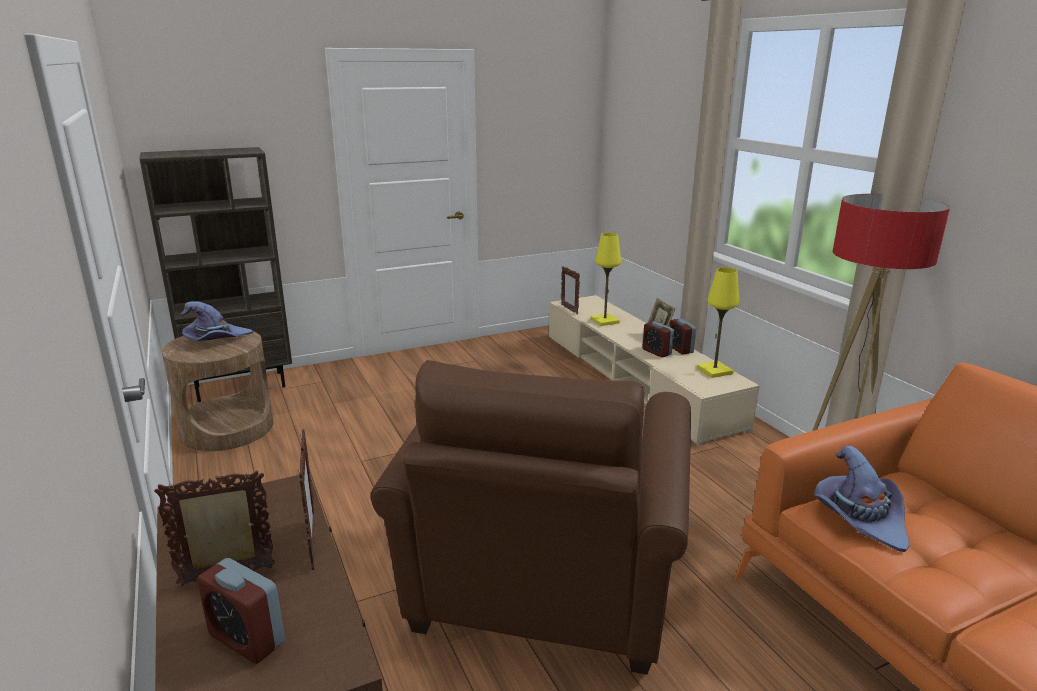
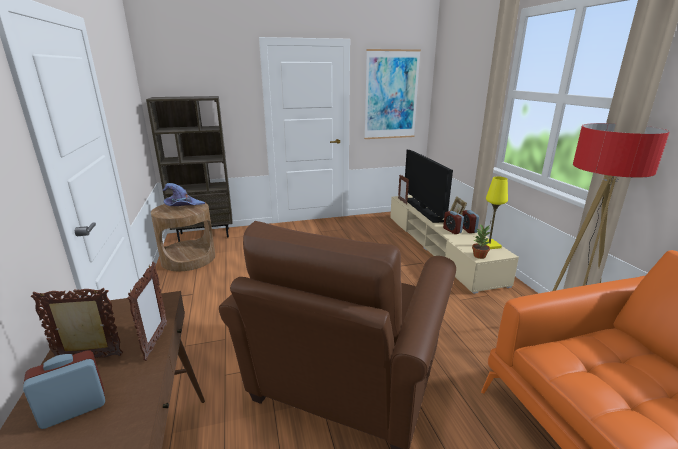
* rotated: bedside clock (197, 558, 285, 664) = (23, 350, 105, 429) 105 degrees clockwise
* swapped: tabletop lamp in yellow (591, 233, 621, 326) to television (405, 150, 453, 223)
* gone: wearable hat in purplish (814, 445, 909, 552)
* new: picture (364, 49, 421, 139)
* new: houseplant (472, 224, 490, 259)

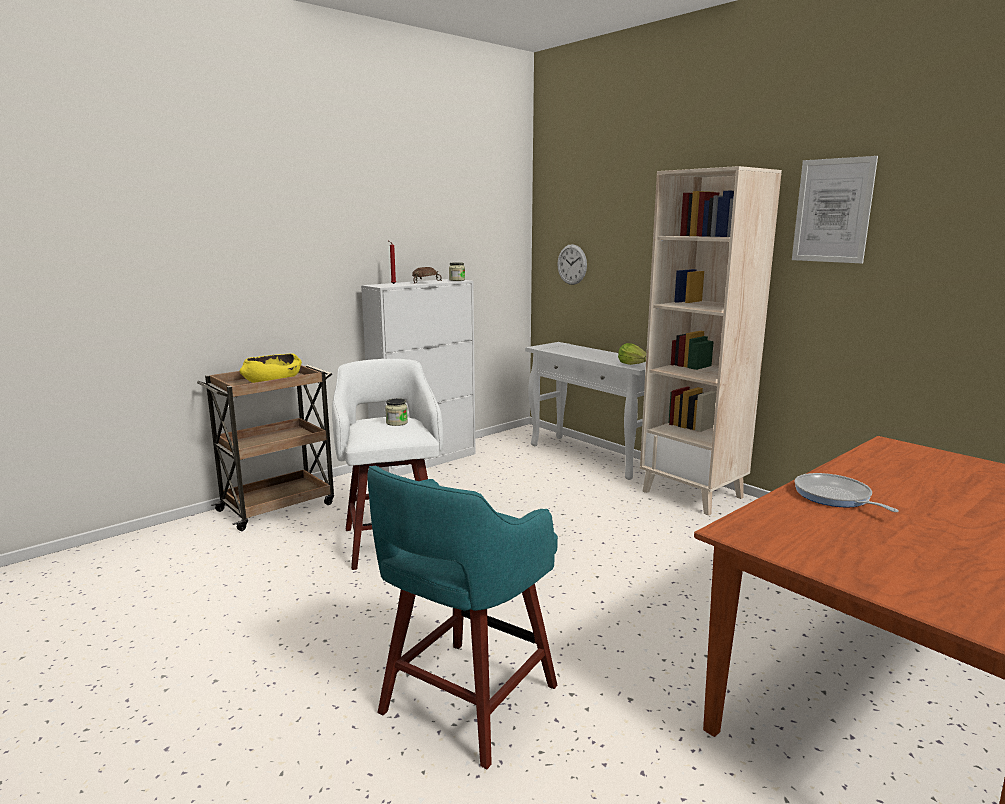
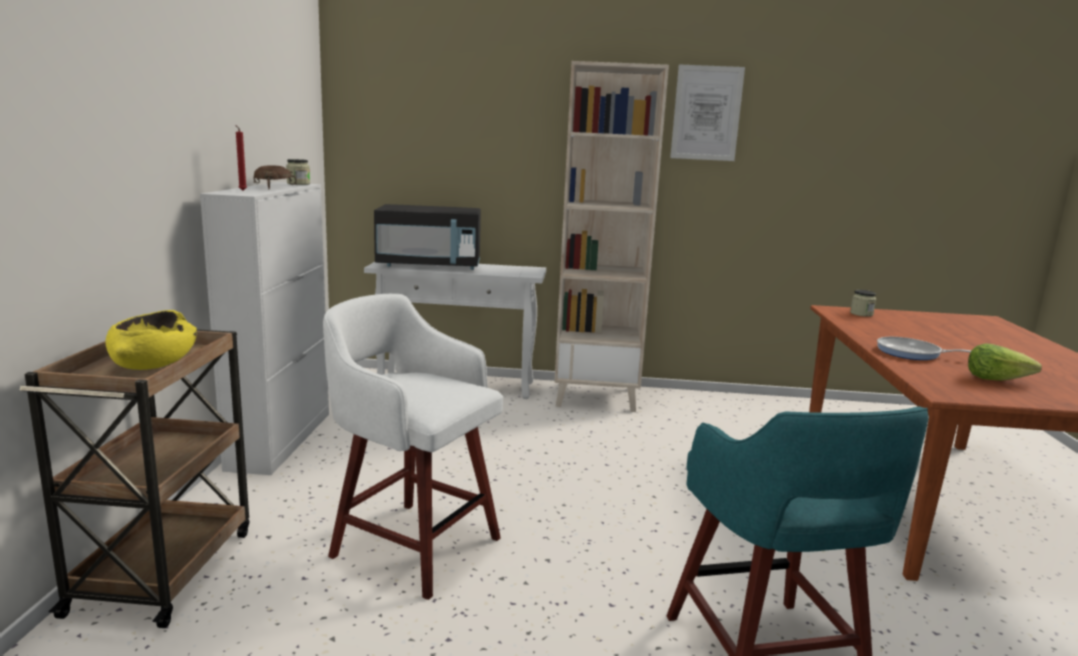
* shifted: preserve jar (385, 398, 408, 426) to (850, 290, 876, 317)
* gone: clock on the wall (557, 244, 587, 285)
* shifted: lettuce head (618, 343, 646, 365) to (968, 343, 1042, 381)
* new: microwave oven in blackish (374, 204, 481, 270)

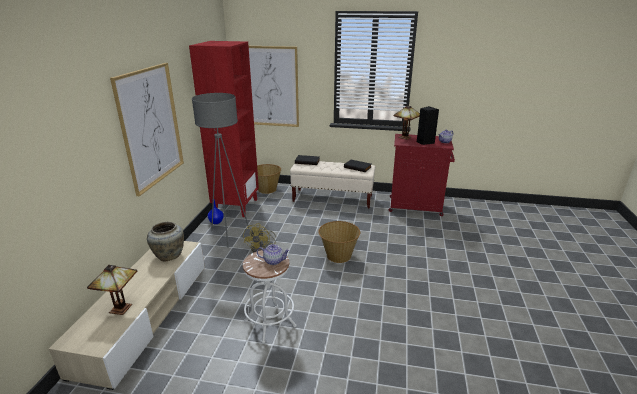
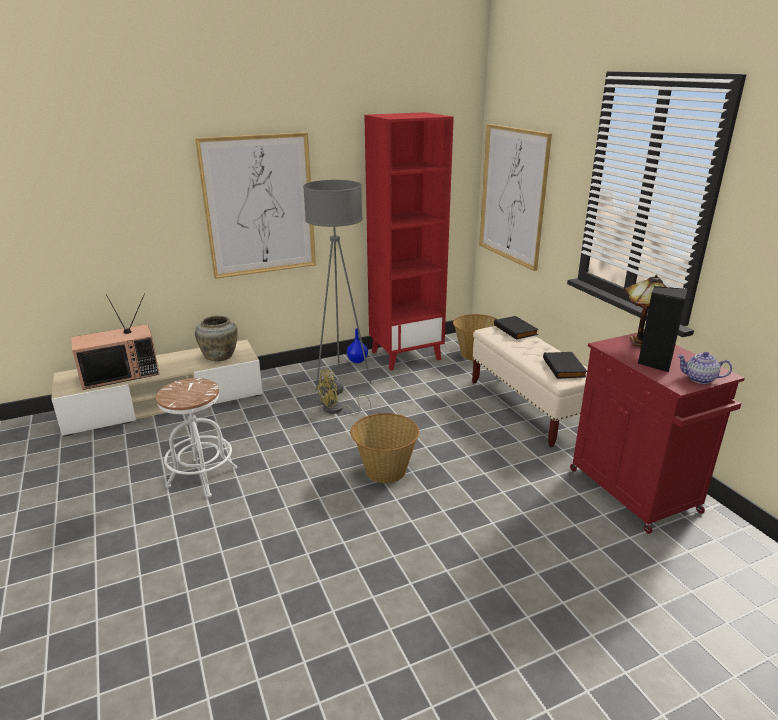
* swapped: tabletop lamp (87, 265, 138, 315) to television (71, 293, 159, 390)
* gone: teapot (257, 244, 290, 265)

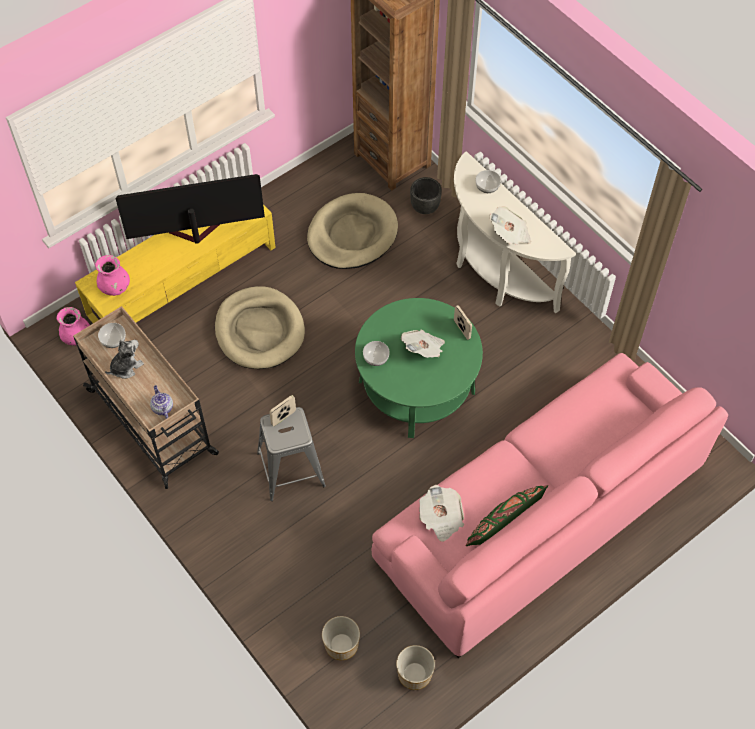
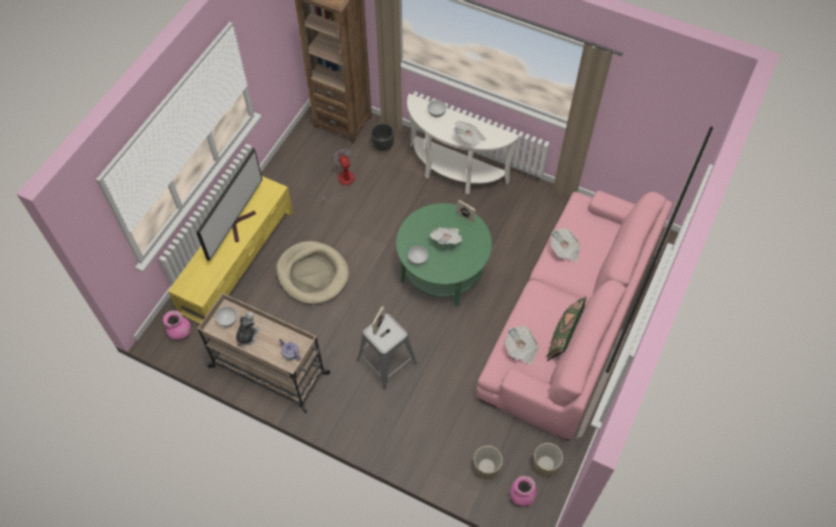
* shifted: decorative vase in pink-coloured (95, 255, 130, 296) to (510, 476, 537, 506)
* rotated: television (115, 174, 265, 244) = (196, 147, 262, 261) 150 degrees clockwise
* swapped: dog cushion in sand-coloured (307, 193, 398, 269) to fan (322, 149, 355, 201)
* new: daily paper (551, 228, 581, 262)

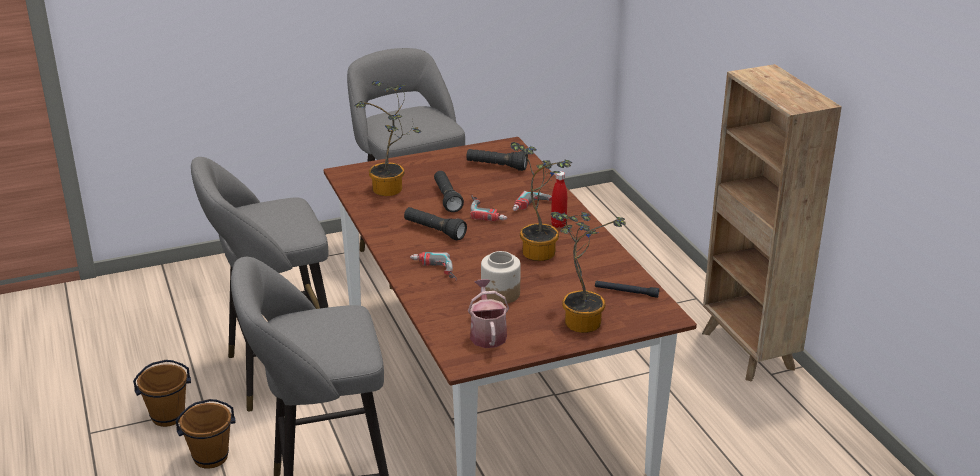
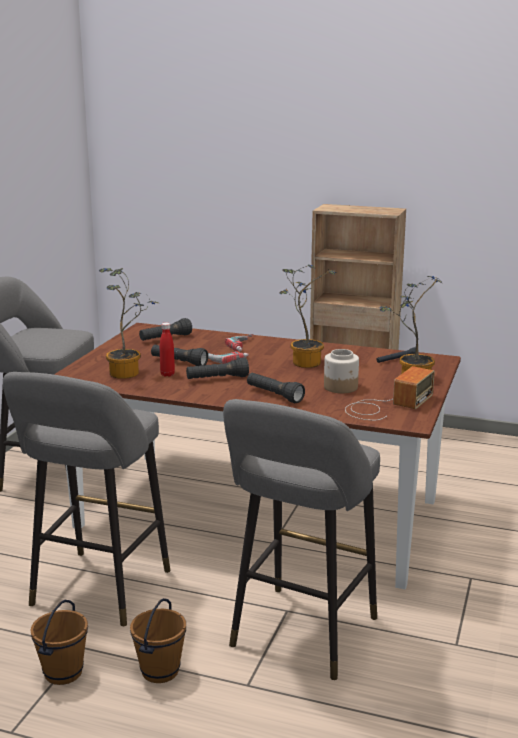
* swapped: drill (410, 252, 457, 281) to hand torch in blackish (247, 373, 305, 403)
* swapped: sprinkling can (468, 279, 509, 348) to radio (345, 366, 435, 420)
* shifted: beverage bottle in red (551, 171, 567, 228) to (160, 323, 175, 377)

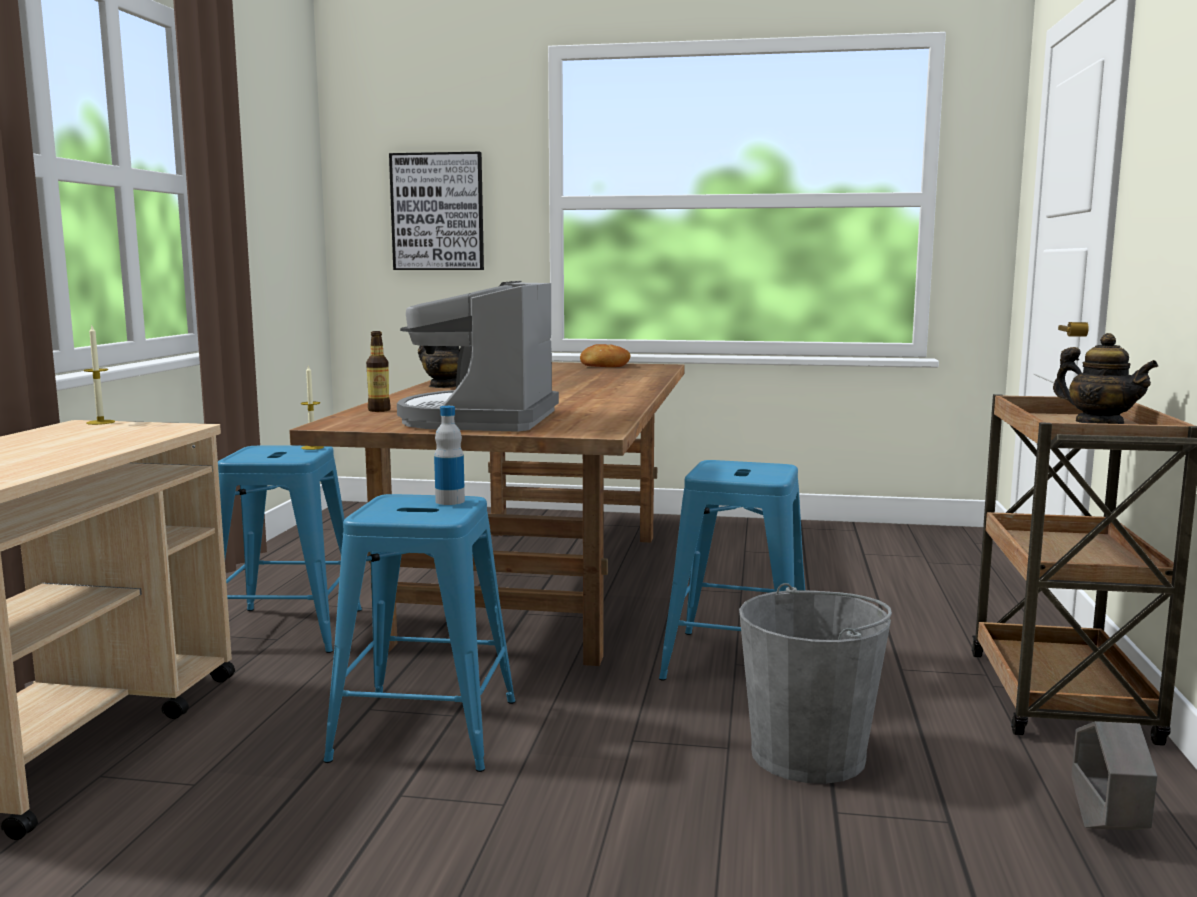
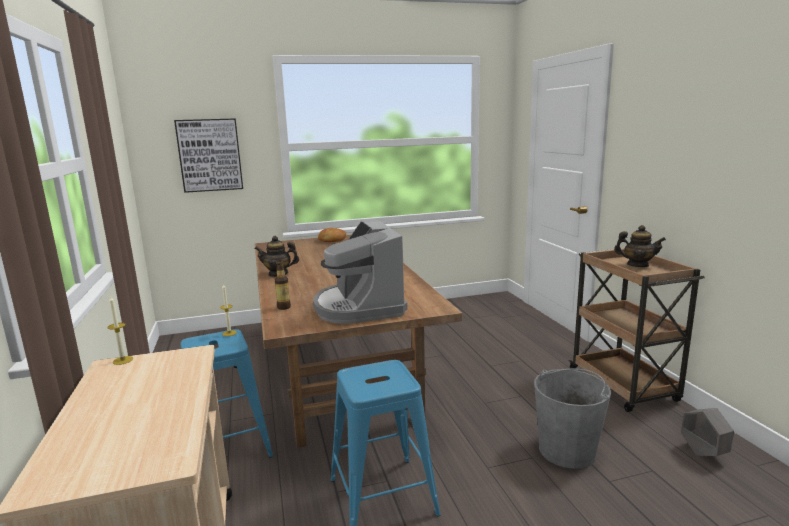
* gone: beverage bottle (434, 406, 465, 505)
* gone: stool seat in blue-coloured (659, 460, 805, 681)

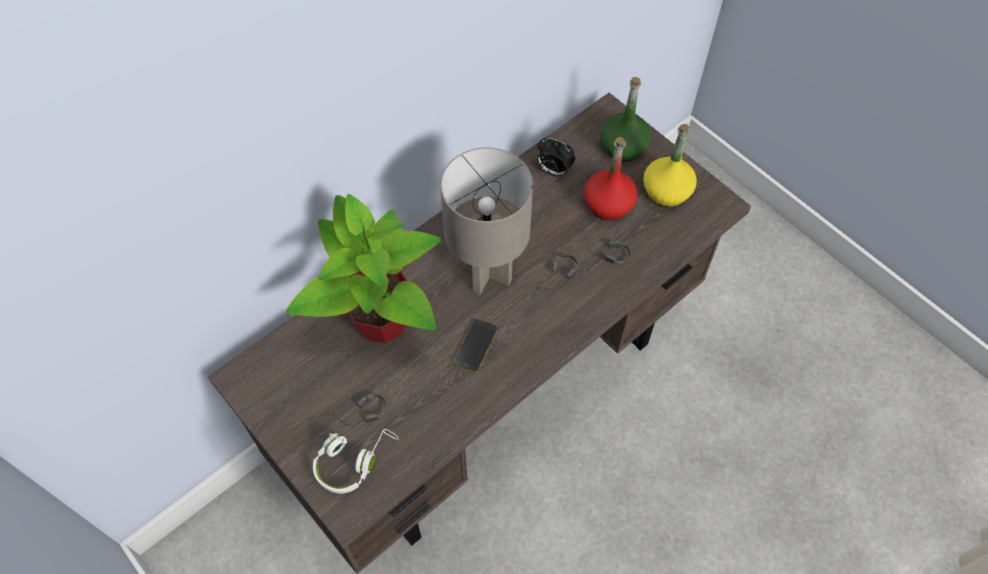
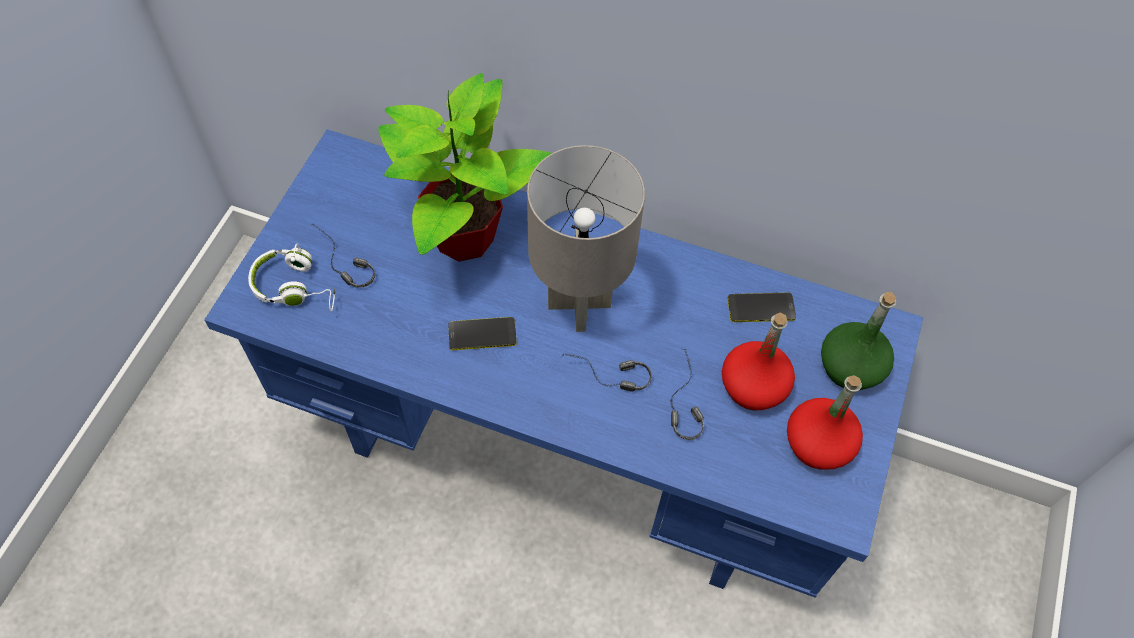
* repainted: desk in brown-coloured (207, 93, 751, 574) to desk in blue-coloured (204, 129, 923, 597)
* swapped: bedside clock (537, 138, 575, 176) to telephone (727, 293, 796, 322)
* repainted: beverage bottle in yellow (643, 124, 697, 207) to beverage bottle in red (787, 375, 863, 470)

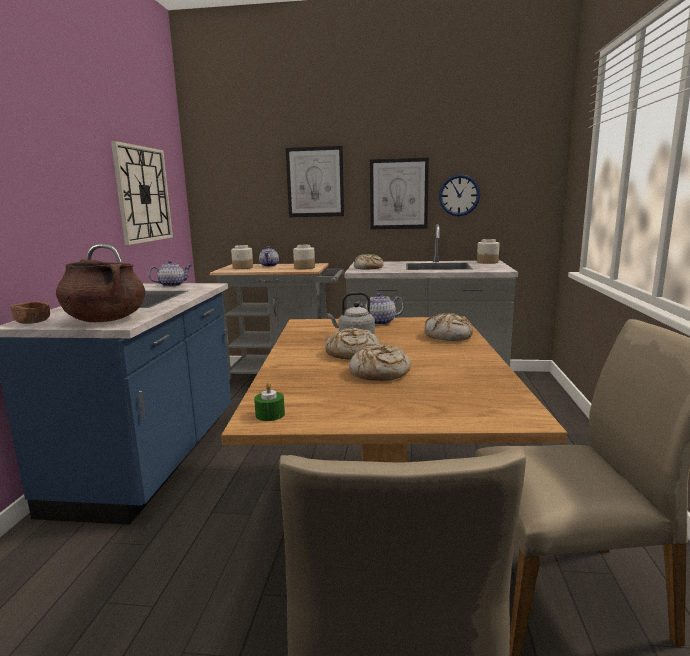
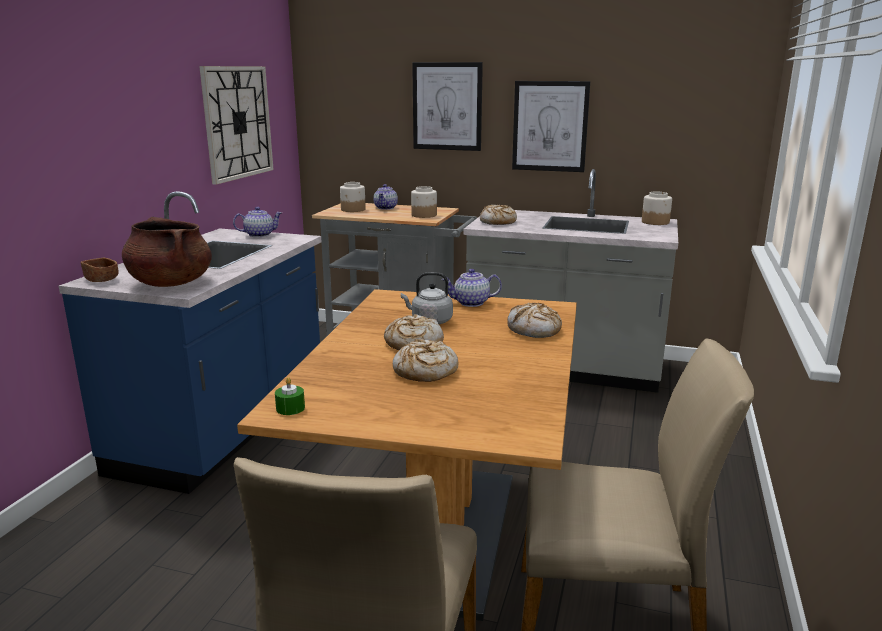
* gone: clock on the wall (439, 174, 480, 216)

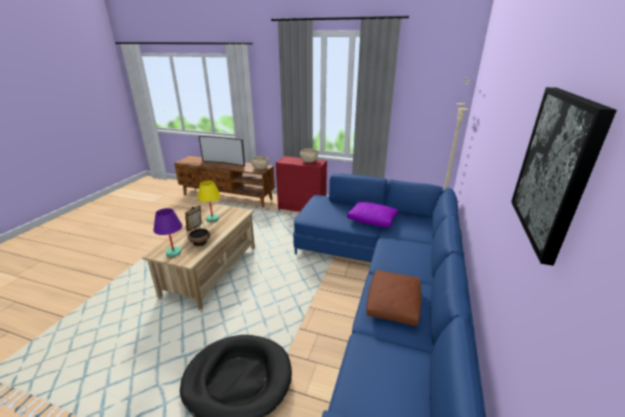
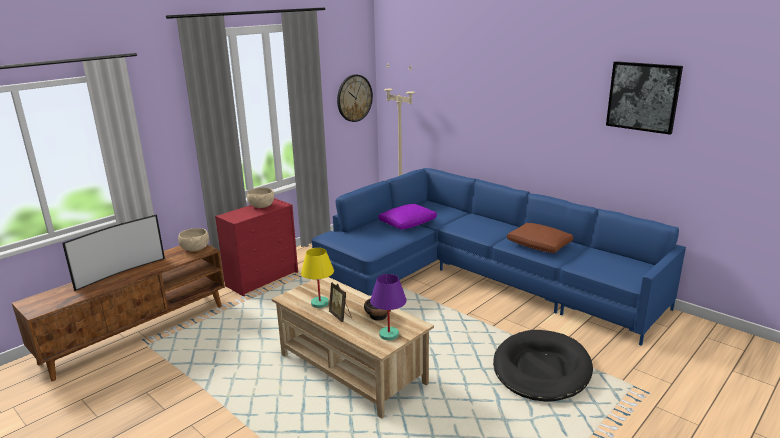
* new: clock on the wall (337, 74, 373, 122)

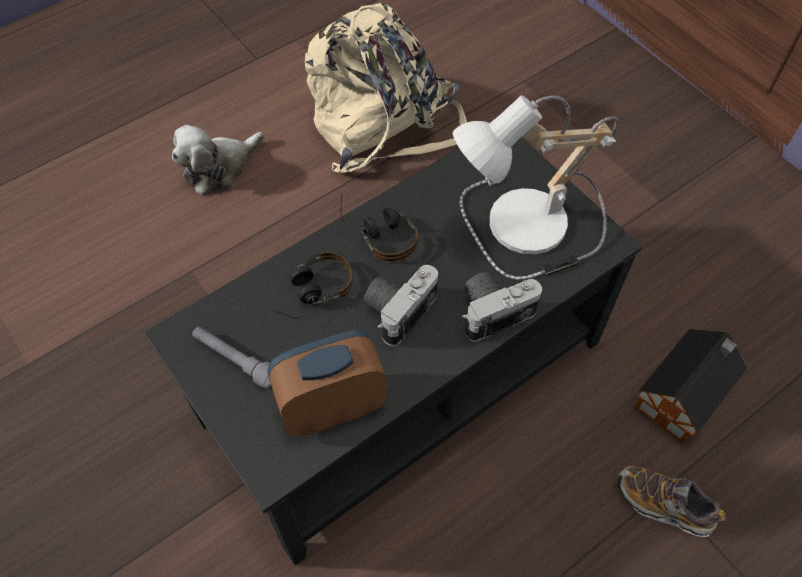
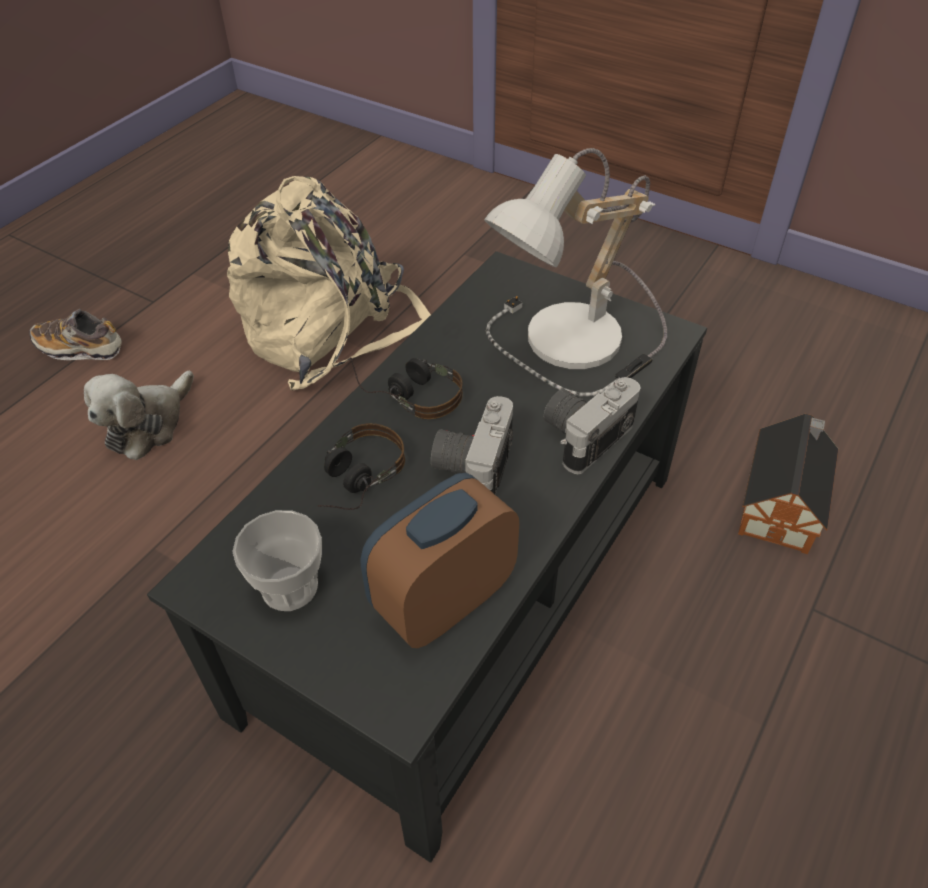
* swapped: hand torch in grey (192, 326, 271, 389) to cup (232, 510, 322, 611)
* shifted: shoe (618, 466, 726, 537) to (29, 309, 122, 360)

